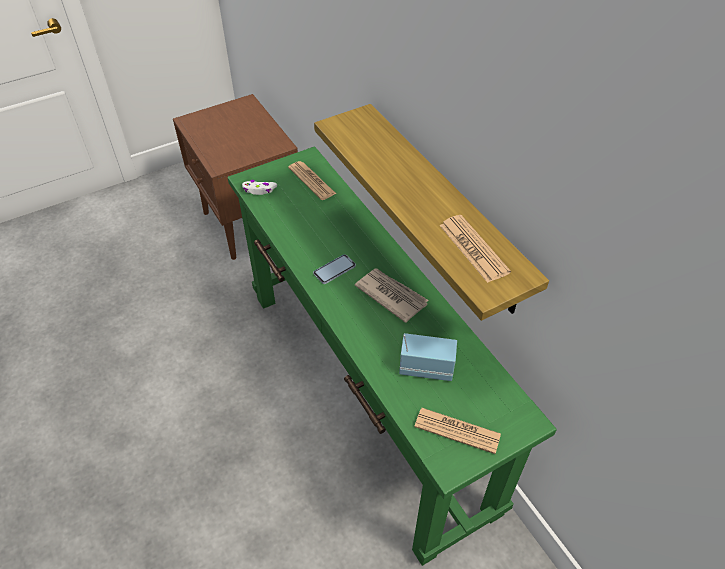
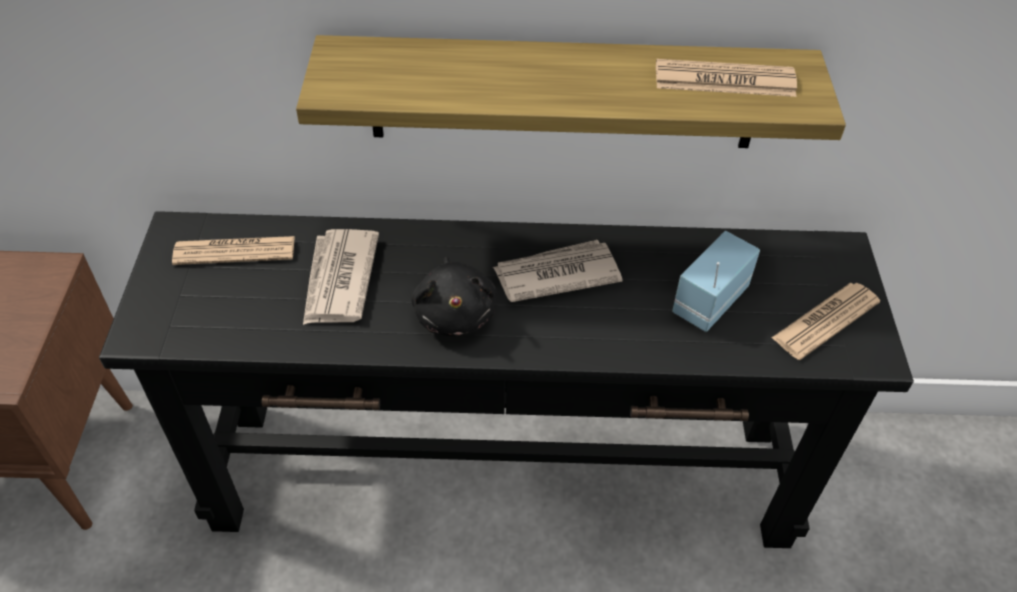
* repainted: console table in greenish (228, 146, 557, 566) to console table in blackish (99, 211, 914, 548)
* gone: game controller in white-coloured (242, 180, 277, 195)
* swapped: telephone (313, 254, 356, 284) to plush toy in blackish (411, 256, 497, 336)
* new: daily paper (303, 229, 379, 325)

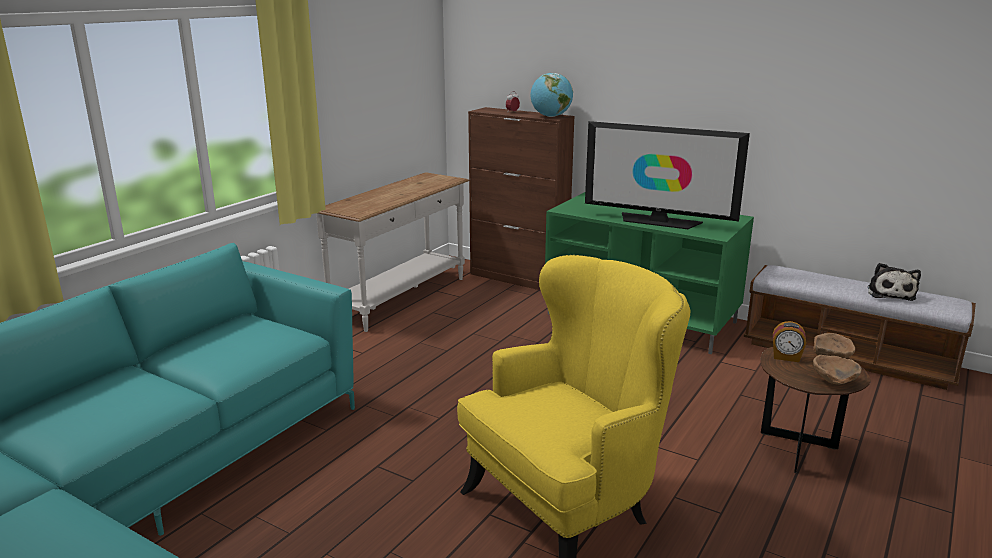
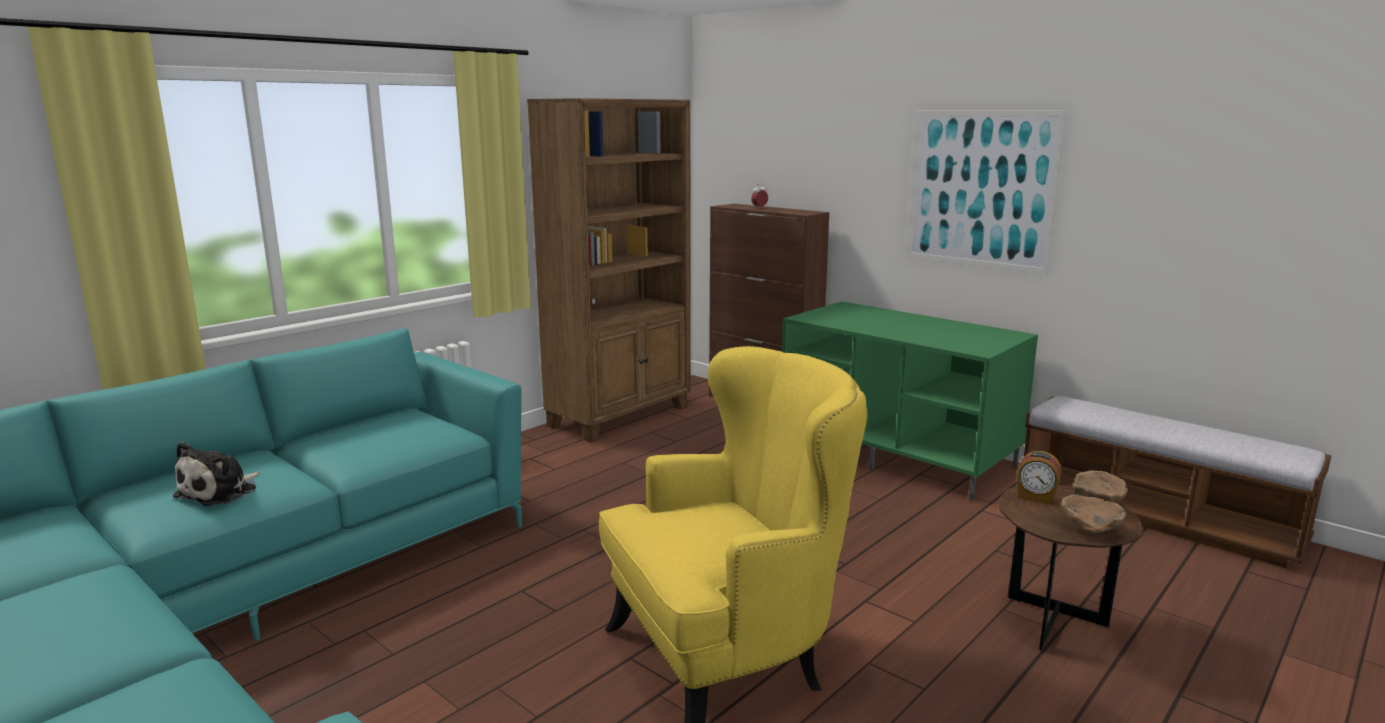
* swapped: console table in white-coloured (316, 172, 469, 332) to shelving unit in brown-coloured (527, 98, 691, 443)
* gone: world globe (531, 73, 573, 117)
* gone: television (585, 121, 750, 229)
* shifted: plush toy (868, 263, 921, 301) to (173, 442, 260, 506)
* new: picture (906, 110, 1069, 275)

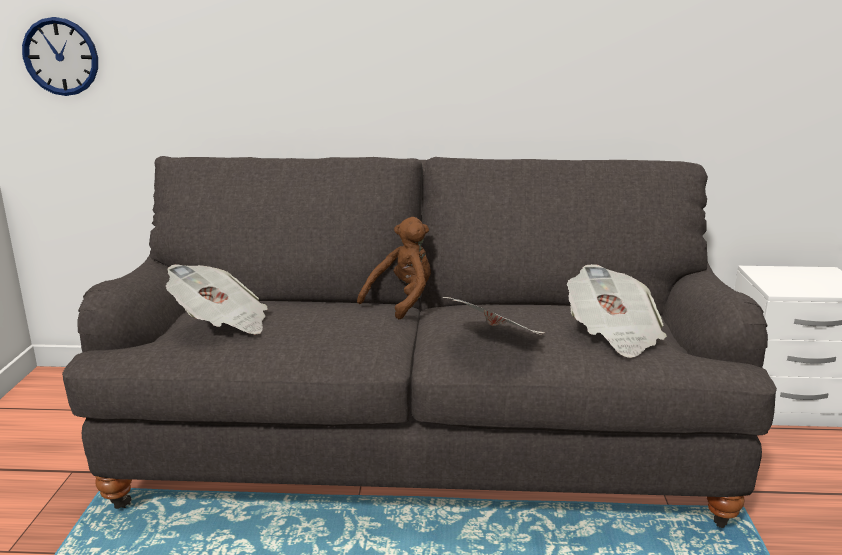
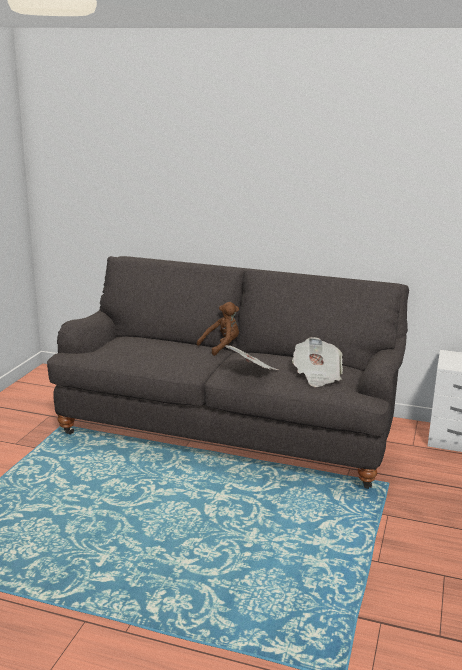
* gone: clock on the wall (22, 17, 98, 96)
* gone: daily paper (166, 264, 268, 334)

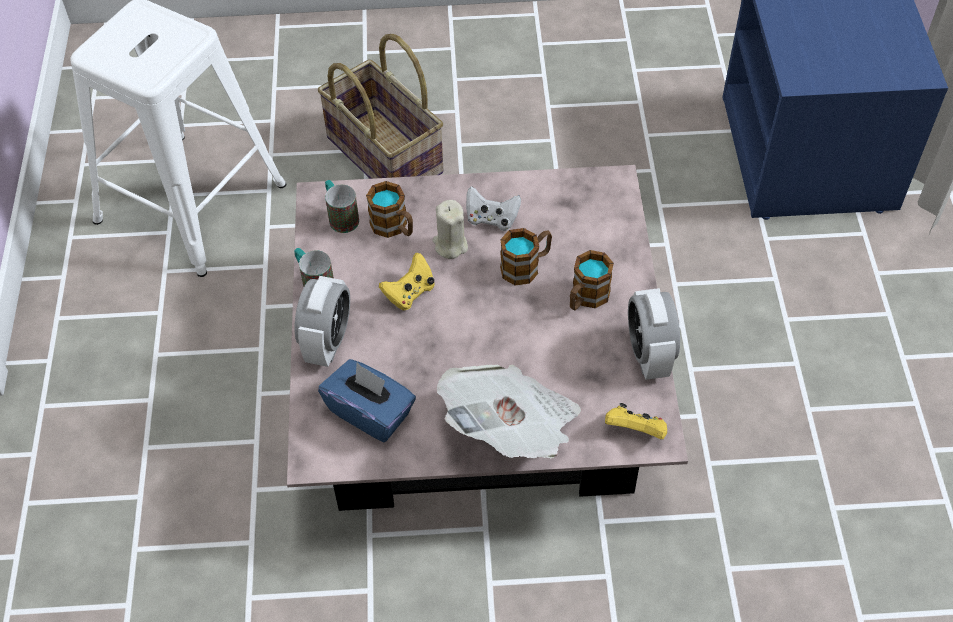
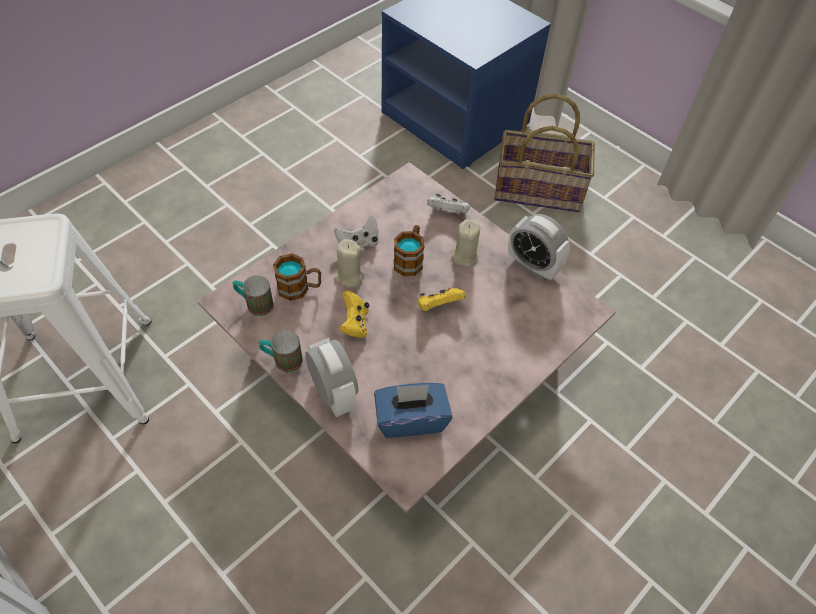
* shifted: storage basket (318, 34, 444, 179) to (494, 93, 595, 212)
* gone: daily paper (437, 365, 581, 459)
* swapped: tea mug (570, 250, 614, 310) to wax candle in sand-coloured (451, 220, 480, 267)
* shifted: game controller in yellow (605, 403, 667, 439) to (418, 288, 465, 311)
* new: game controller in white-coloured (427, 194, 470, 215)

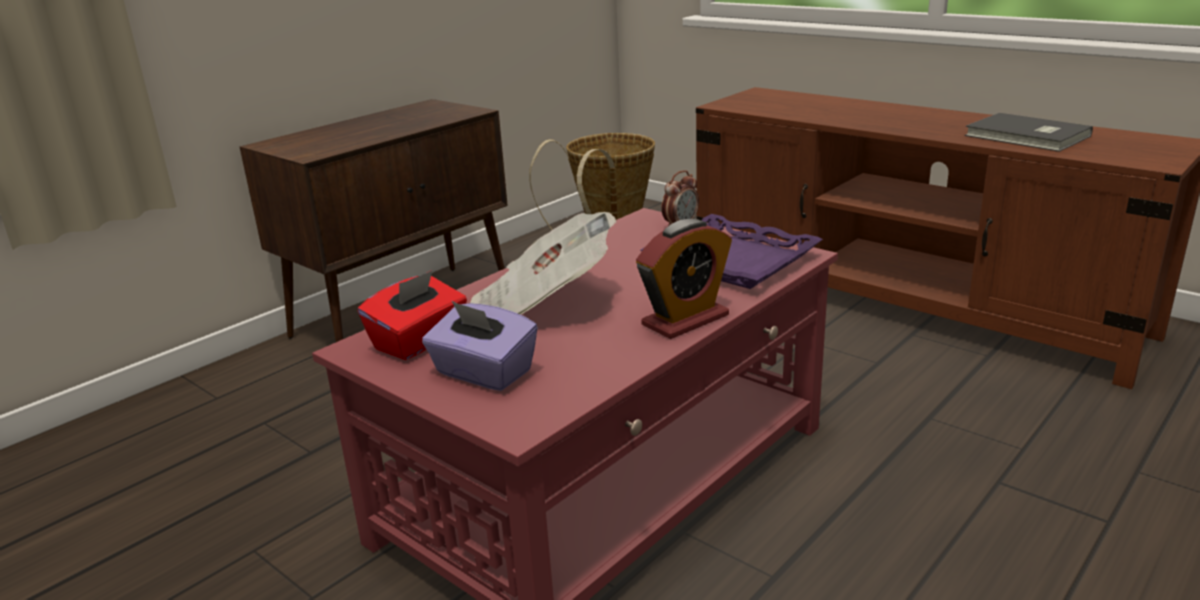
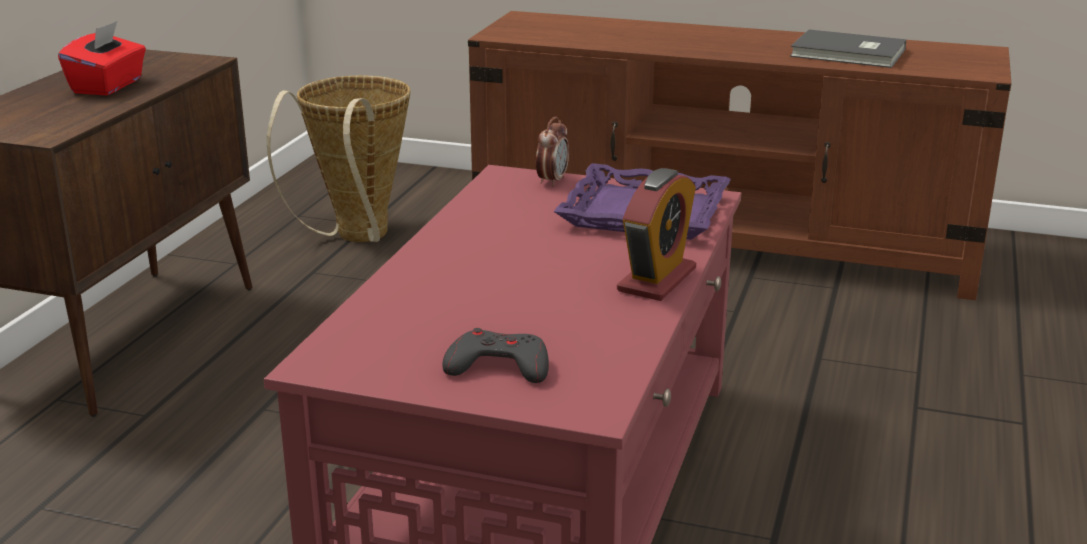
* shifted: tissue holder in red (358, 270, 467, 360) to (58, 21, 146, 95)
* swapped: tissue holder in purplish (422, 301, 538, 391) to game controller in grey (442, 328, 549, 383)
* gone: daily paper (470, 212, 617, 314)

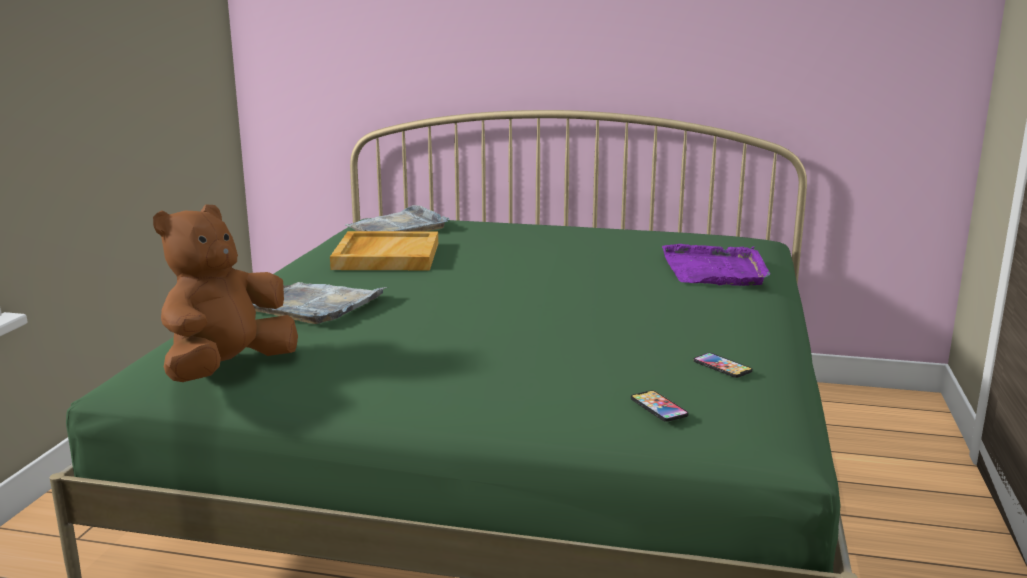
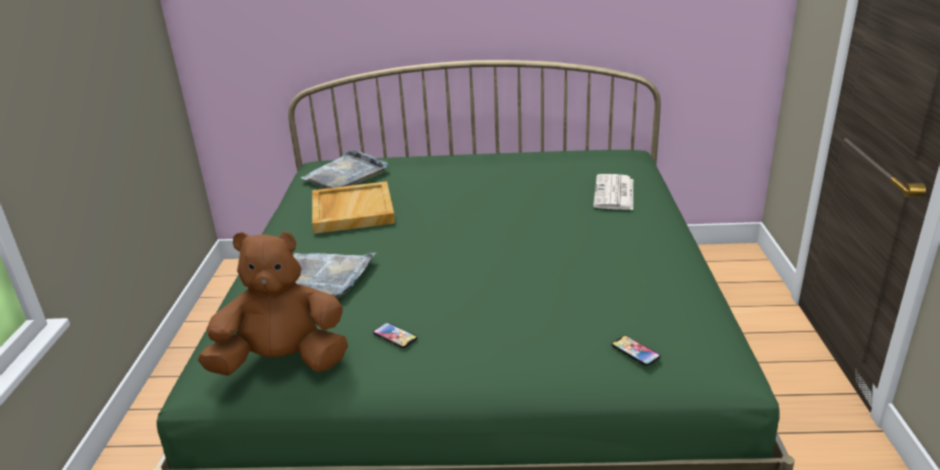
* rotated: plush toy in brown-coloured (153, 204, 298, 382) = (198, 231, 348, 376) 60 degrees clockwise
* swapped: carrying tray in purplish (662, 244, 771, 286) to daily paper (593, 174, 633, 210)
* shifted: telephone (693, 353, 752, 378) to (373, 322, 417, 348)

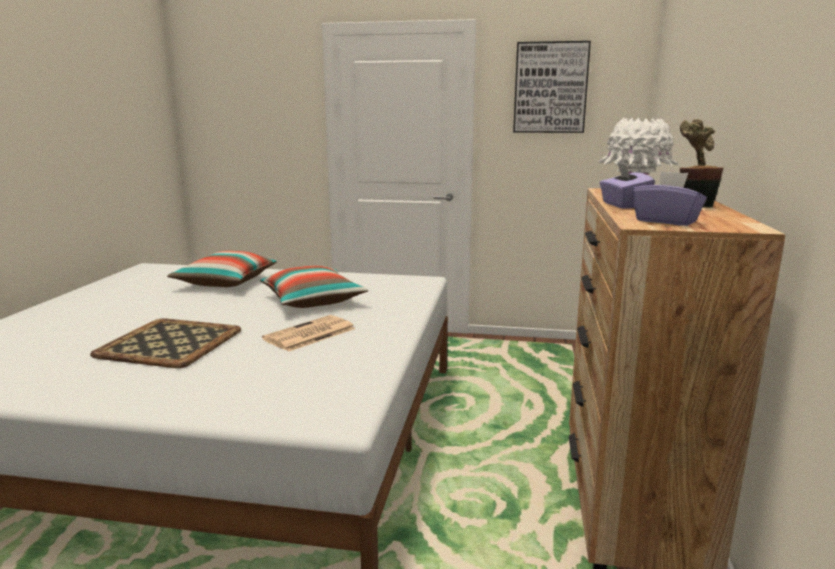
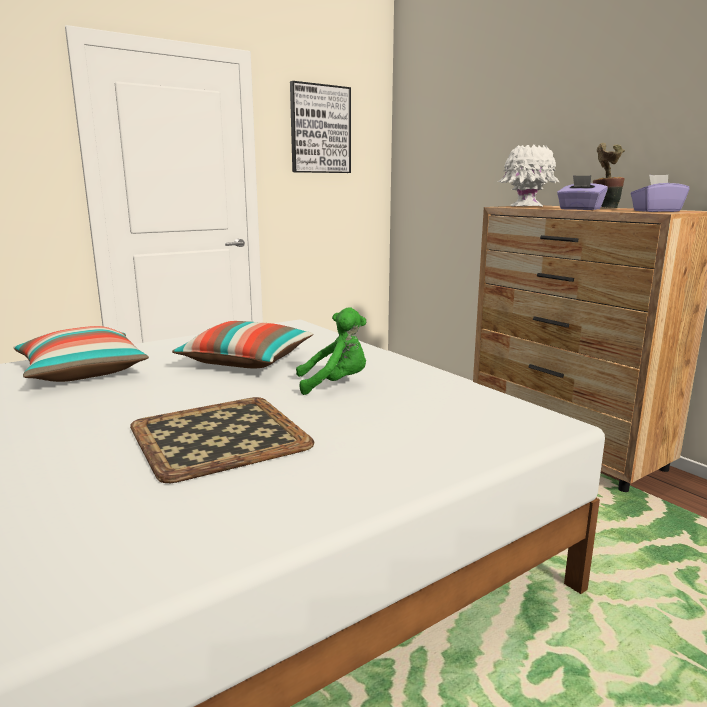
* swapped: daily paper (262, 315, 356, 352) to plush toy in greenish (296, 307, 366, 395)

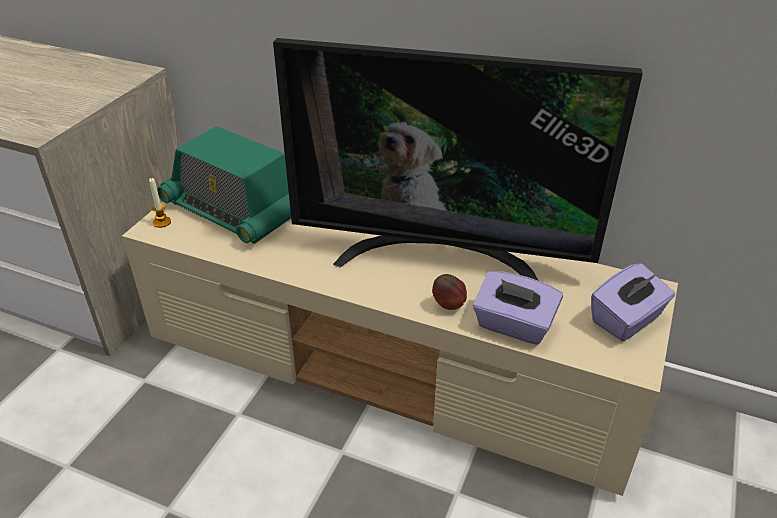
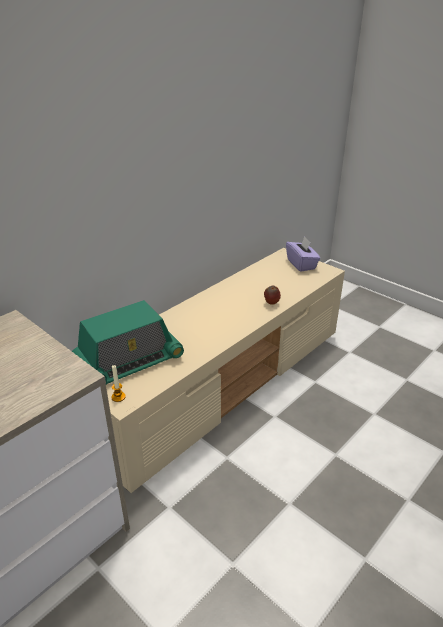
* gone: television (273, 38, 643, 280)
* gone: tissue holder in purplish (473, 271, 563, 345)

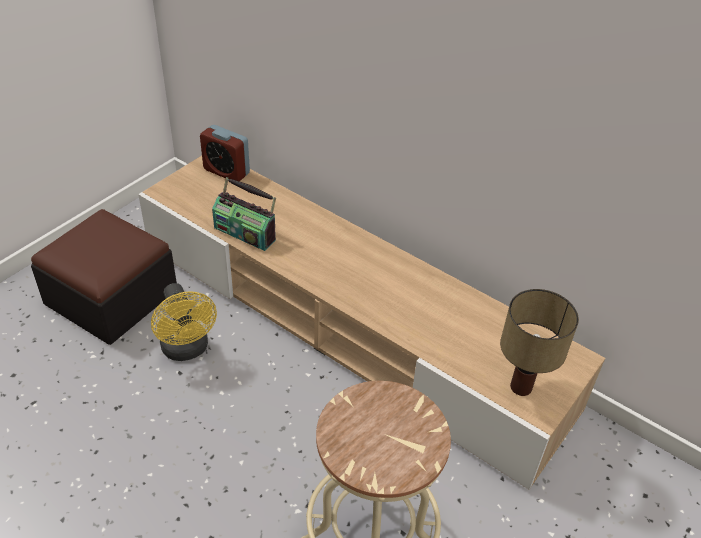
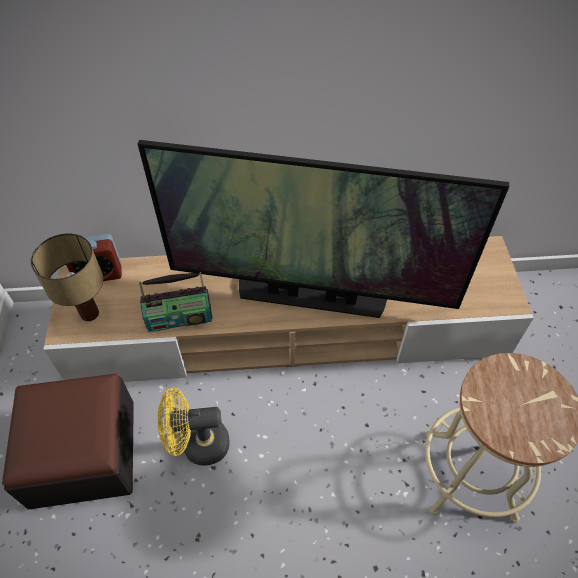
* rotated: fan in yellow (151, 283, 217, 361) = (157, 388, 230, 466) 150 degrees clockwise
* shifted: tabletop lamp (500, 289, 579, 396) to (31, 233, 104, 321)
* new: television (137, 140, 509, 318)

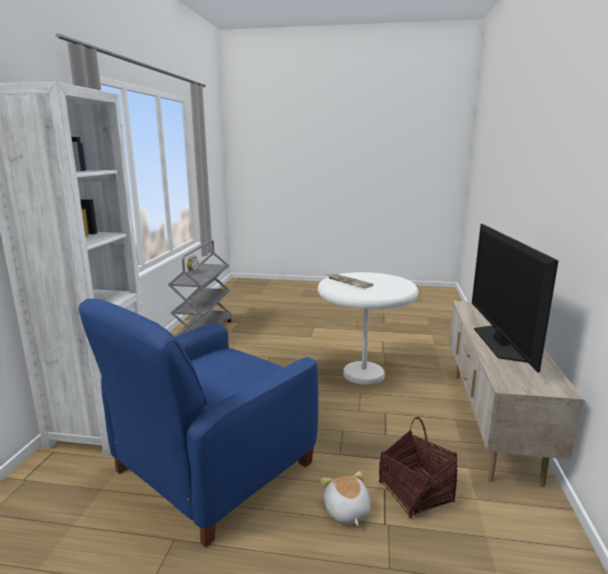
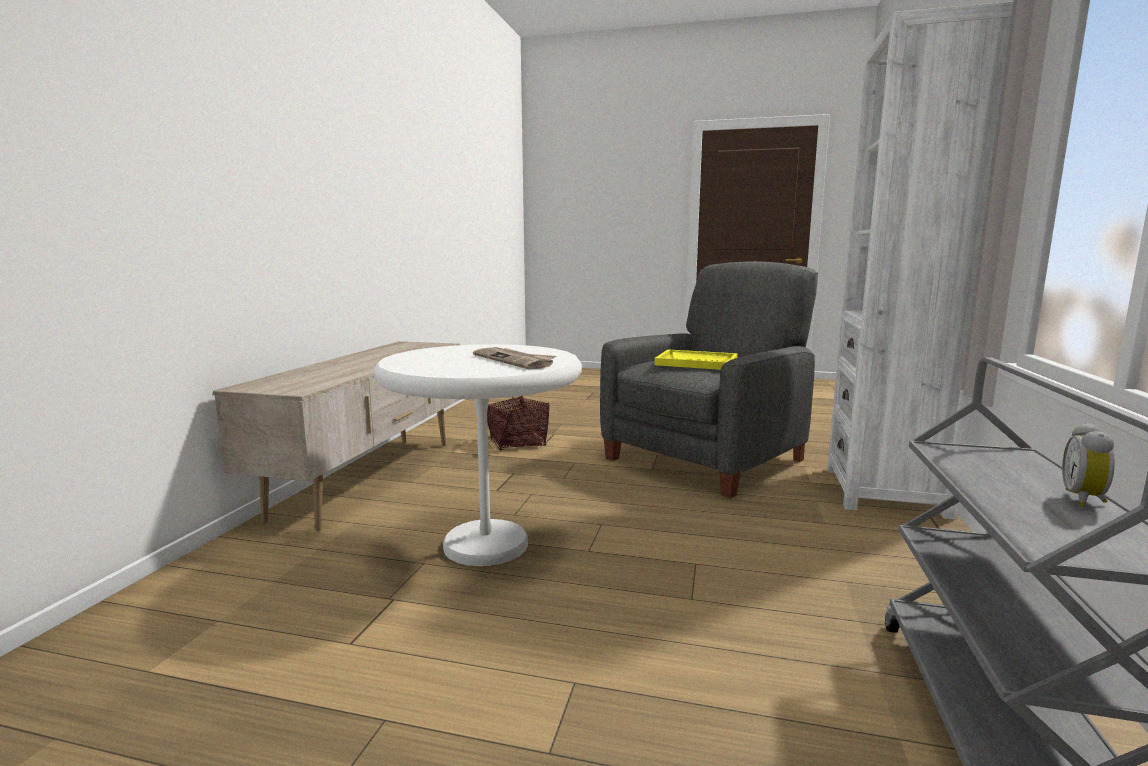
* repainted: lounge chair in blue-coloured (79, 299, 318, 547) to lounge chair in grey (600, 261, 818, 498)
* gone: plush toy (321, 471, 370, 526)
* gone: television (472, 224, 559, 372)
* new: carrying tray in yellow (654, 349, 738, 370)

